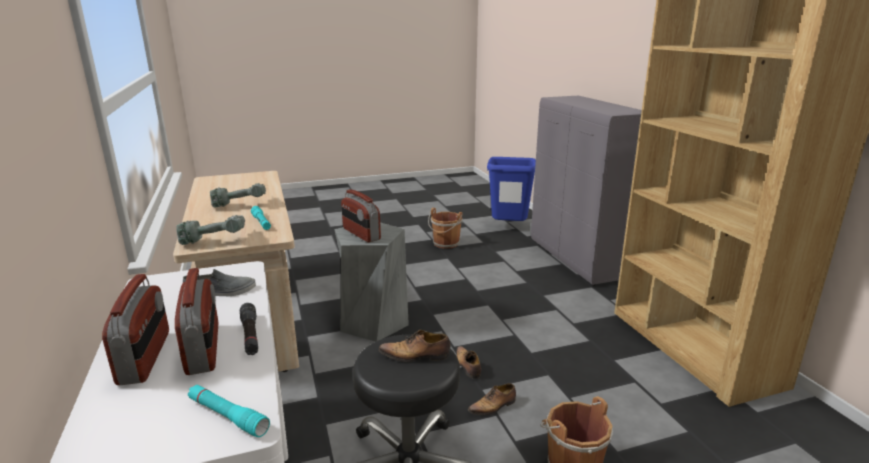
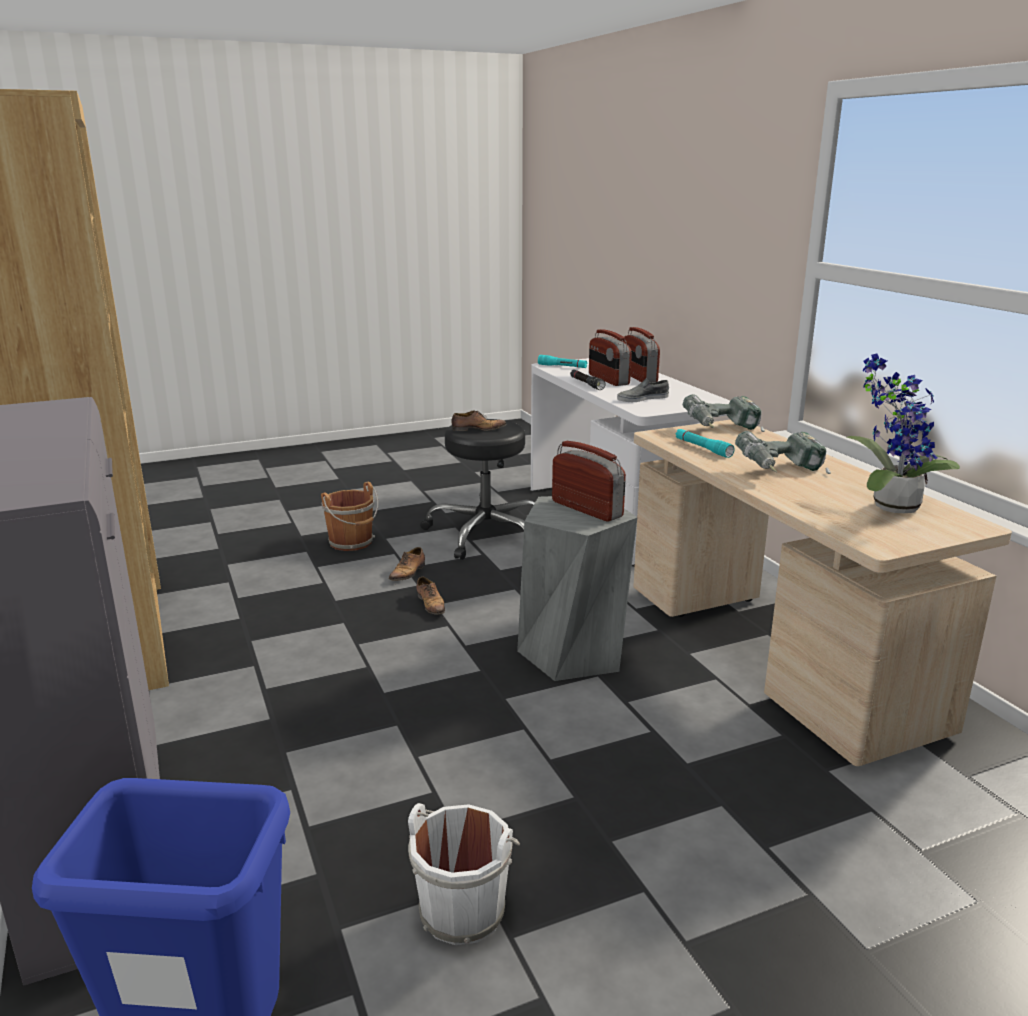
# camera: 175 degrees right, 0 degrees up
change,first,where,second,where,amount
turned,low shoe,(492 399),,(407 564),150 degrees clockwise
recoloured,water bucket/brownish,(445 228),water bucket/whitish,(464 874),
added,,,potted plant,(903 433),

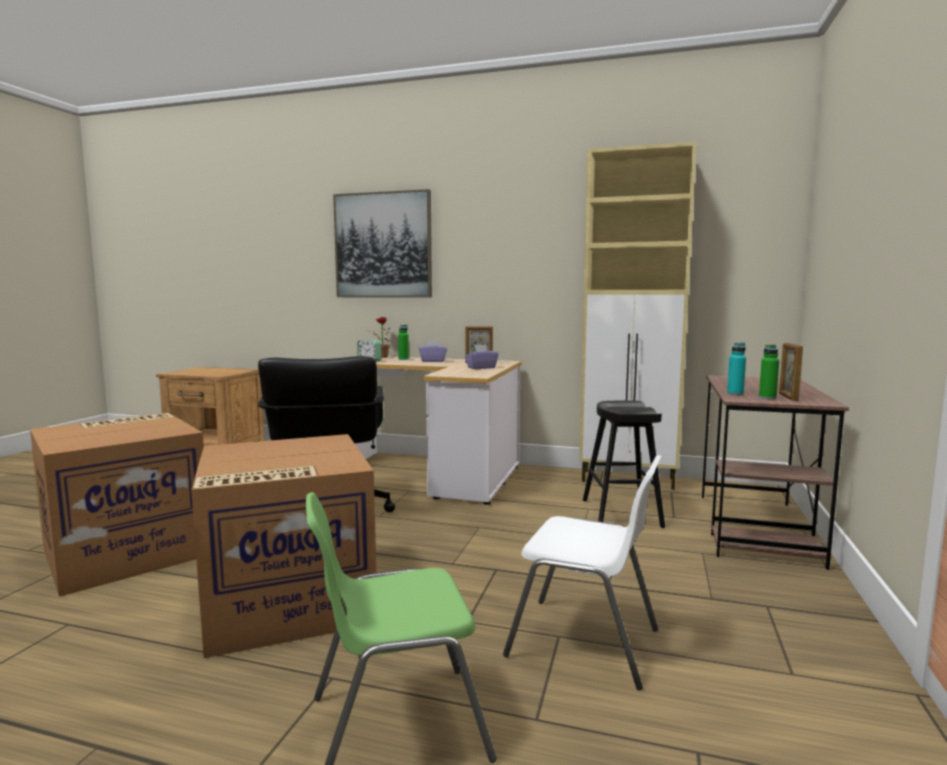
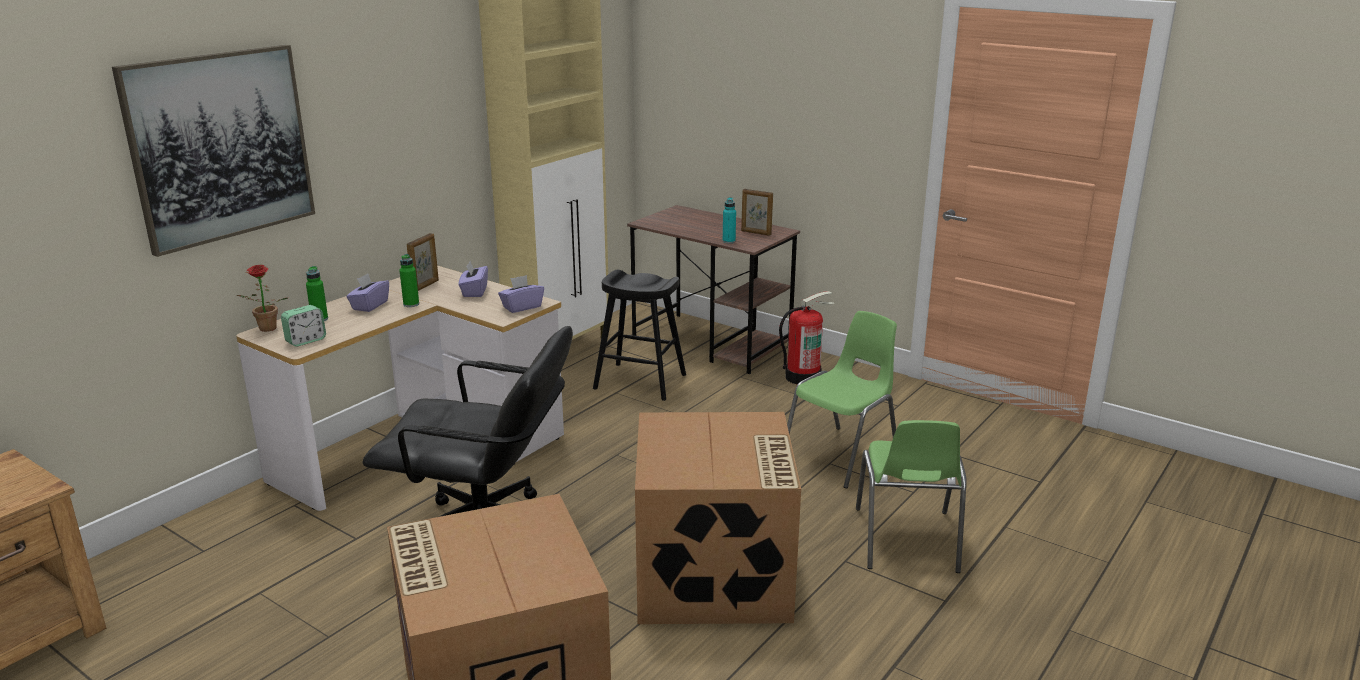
# camera: 70 degrees left, 15 degrees up
change,first,where,second,where,amount
moved,bottle/green,(769 371),,(409 280),
added,,,box of tissues/purplish,(521 294),
added,,,fire extinguisher,(807 338),
recoloured,chair/whitish,(582 572),chair/green,(842 399),

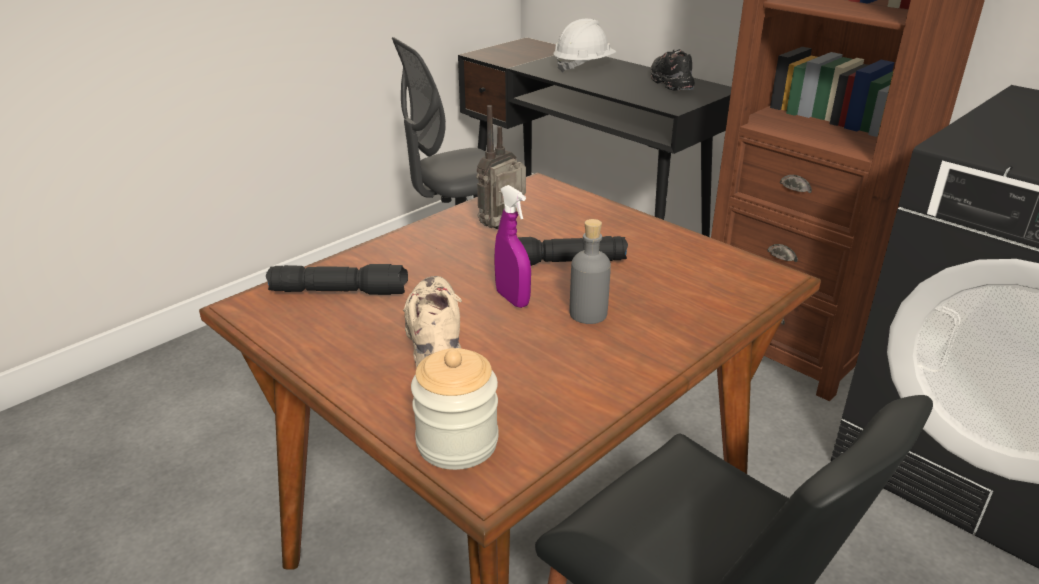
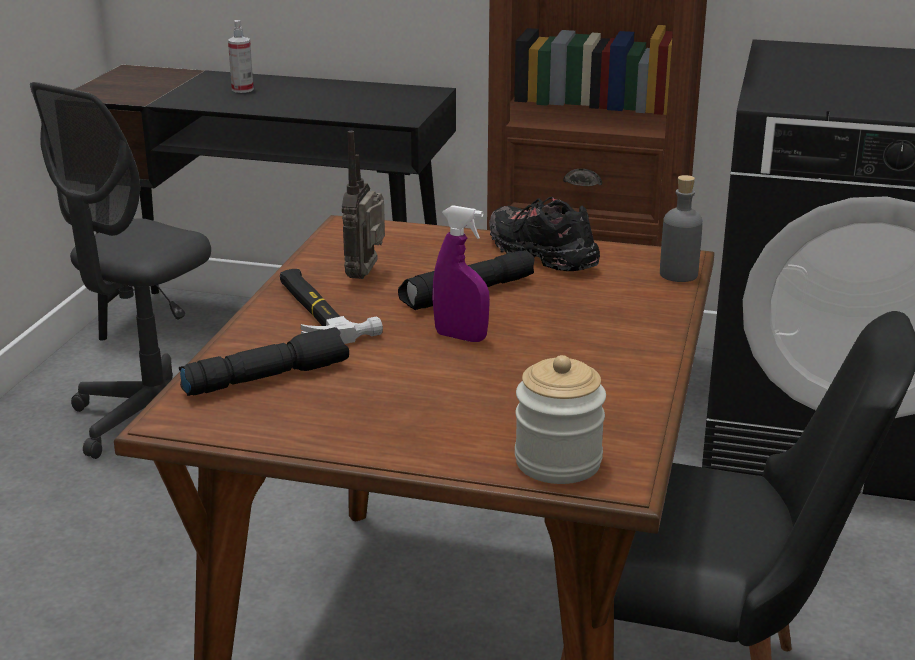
# camera: 30 degrees left, 5 degrees down
change,first,where,second,where,amount
replaced,hard hat/whitish,(585 46),hand sprayer,(241 56),
added,,,tool hammer,(331 306),
moved,low shoe/black,(673 69),,(544 234),
moved,bottle/gray,(590 271),,(681 228),
removed,low shoe/sand-coloured,(432 322),,,

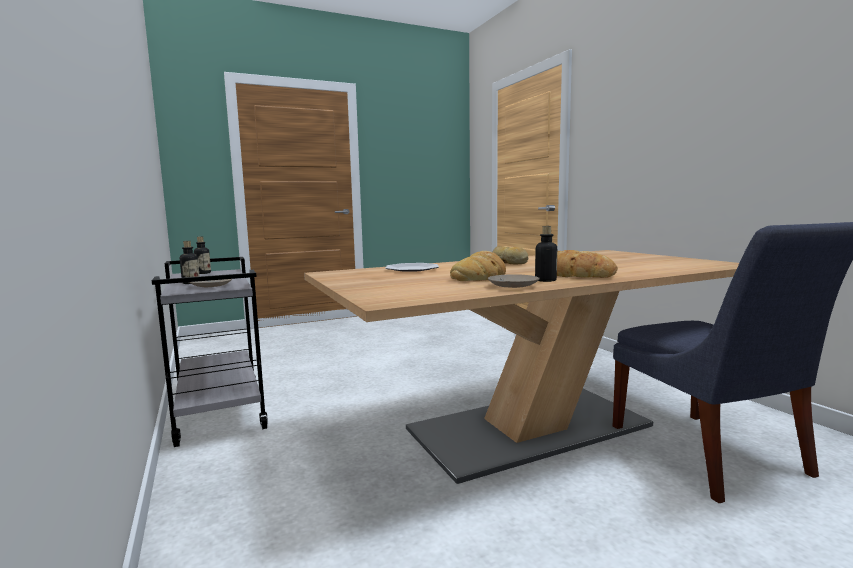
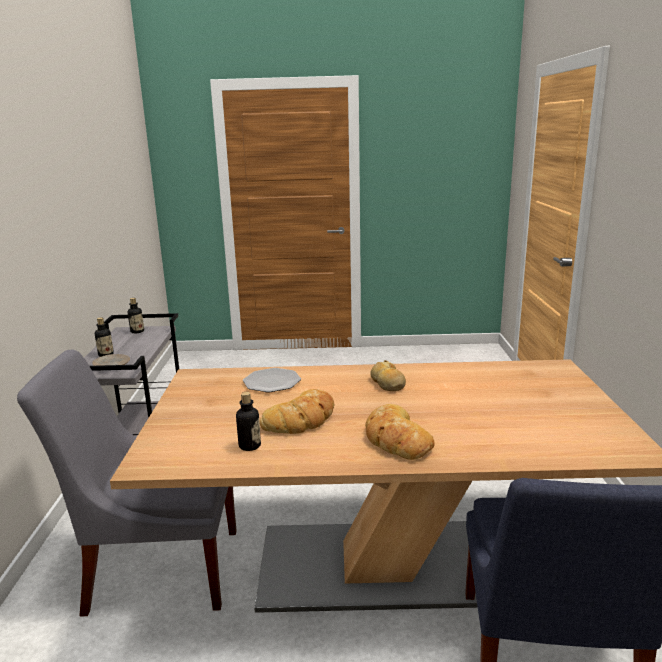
# camera: 25 degrees right, 10 degrees up
change,first,where,second,where,amount
added,,,chair/gray,(127 483),
moved,bottle,(546 254),,(248 421),
removed,dinner plate/sand-coloured,(514 281),,,

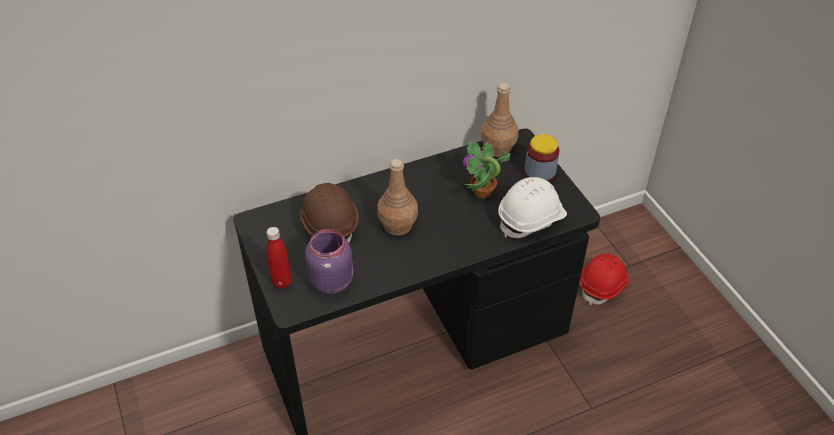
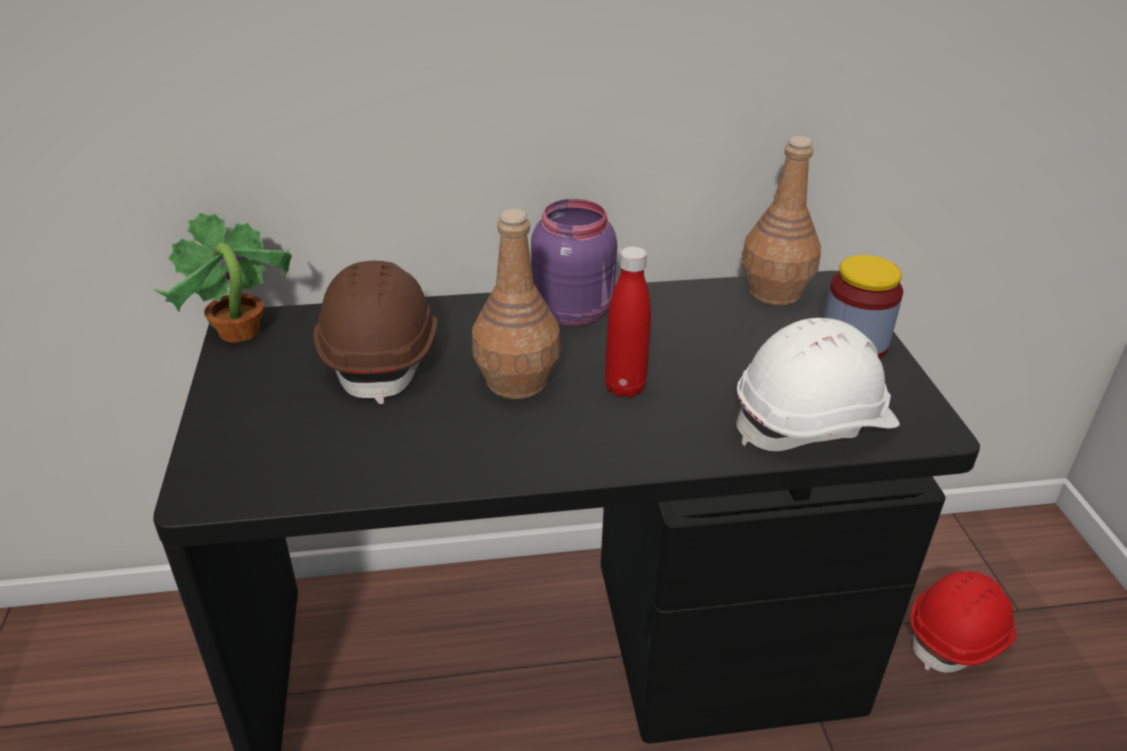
# camera: 15 degrees right, 10 degrees down
change,first,where,second,where,amount
moved,potted plant,(487 169),,(222 277),
moved,storage jar/purplish,(329 261),,(574 262),
moved,bottle/red-coloured,(279 258),,(628 322),

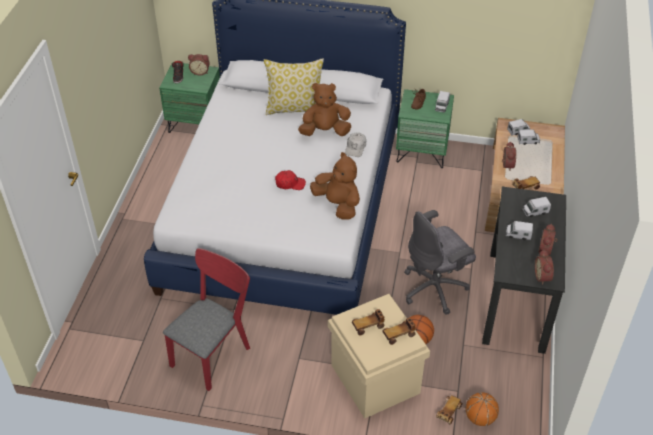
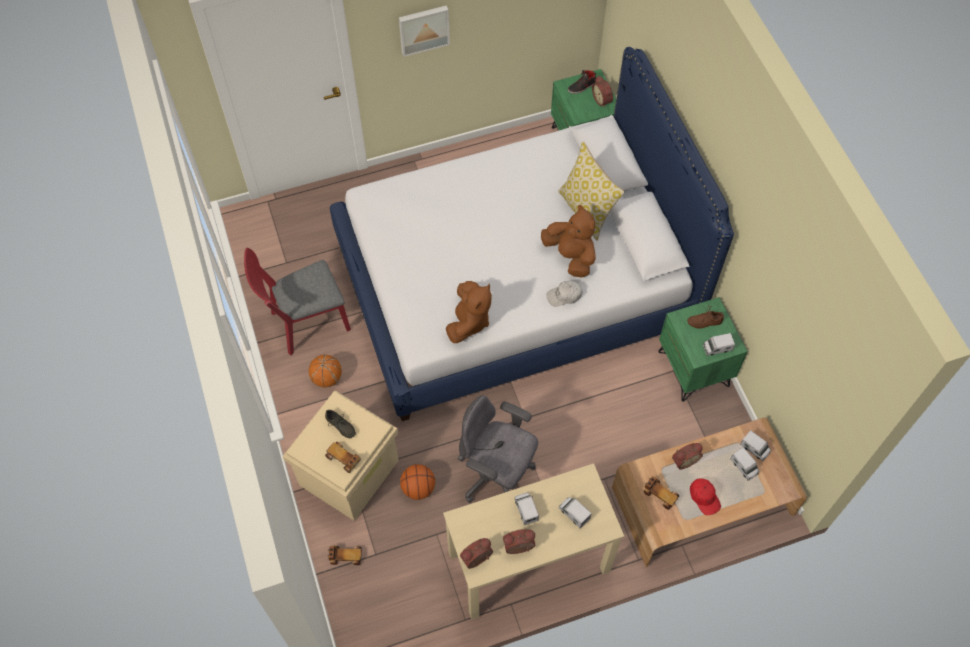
# camera: 60 degrees right, 15 degrees up
change,first,where,second,where,amount
turned,chair/red-coloured,(206 319),,(297 301),150 degrees clockwise
moved,basketball,(482 409),,(325 371),
replaced,miniature car,(368 322),low shoe/gray,(340 424),
added,,,wall picture,(424 31),
recoloured,desk table/black,(524 270),desk table/sand-coloured,(533 541),
moved,baseball cap/red-coloured,(290 180),,(705 496),

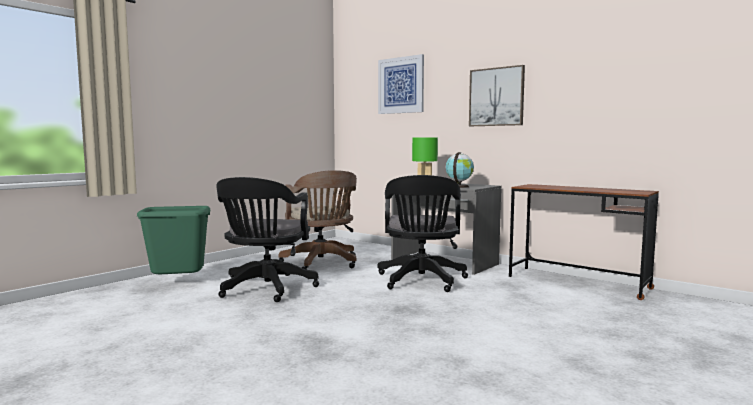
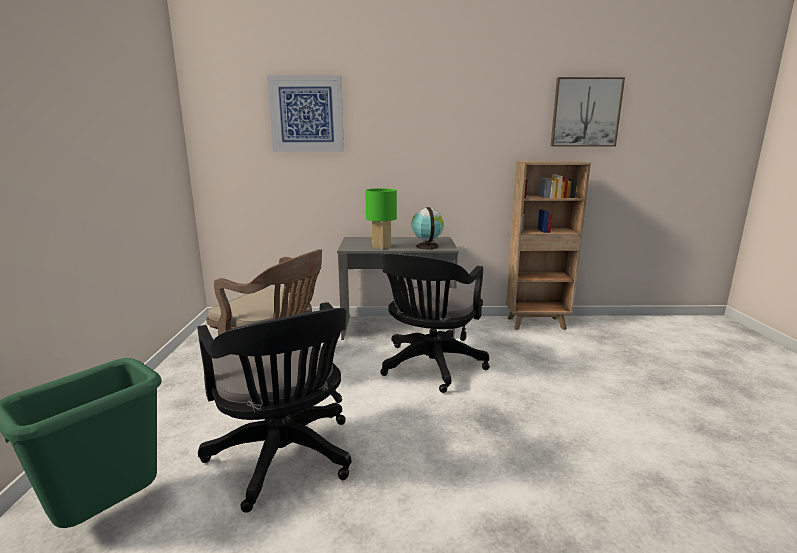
# camera: 40 degrees left, 10 degrees up
change,first,where,second,where,amount
turned,computer chair/black,(422 233),,(435 323),60 degrees clockwise
replaced,desk table/brownish,(584 242),bookshelf/brownish,(548 245),
moved,wall picture,(497 95),,(587 112),

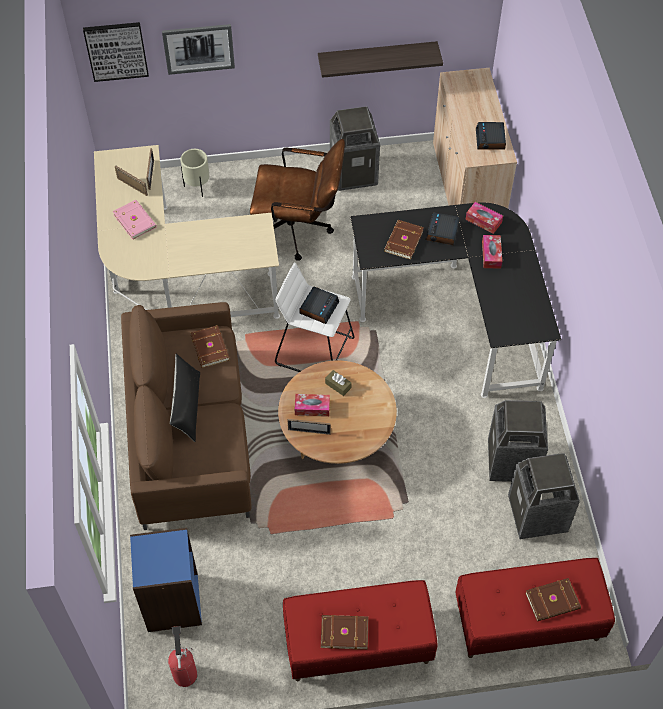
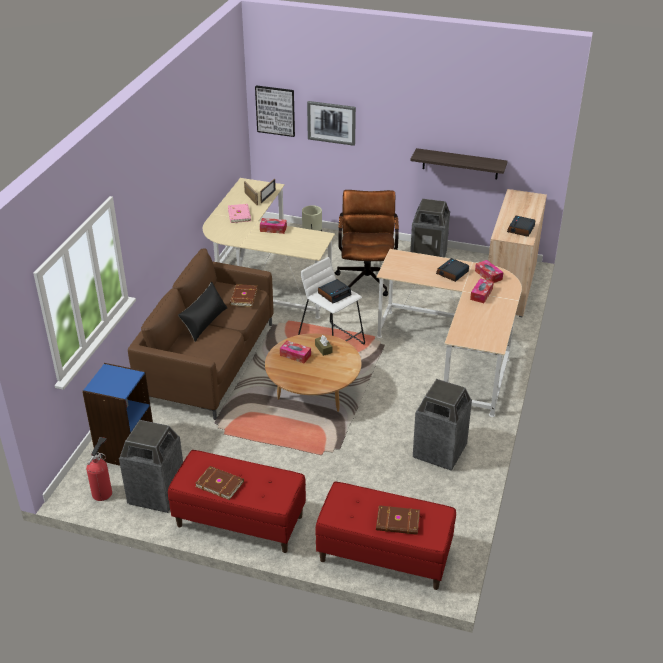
# camera: 25 degrees right, 20 degrees down
change,first,where,second,where,amount
moved,trash can,(544 496),,(151 466),
added,,,box of tissues,(273 226),
turned,computer chair/brownish,(297 200),,(367 243),120 degrees counterclockwise
recoloured,desk table/black,(455 300),desk table/sand-coloured,(449 333),
removed,standing frame,(309 427),,,
removed,bound book/brownish,(404 240),,,

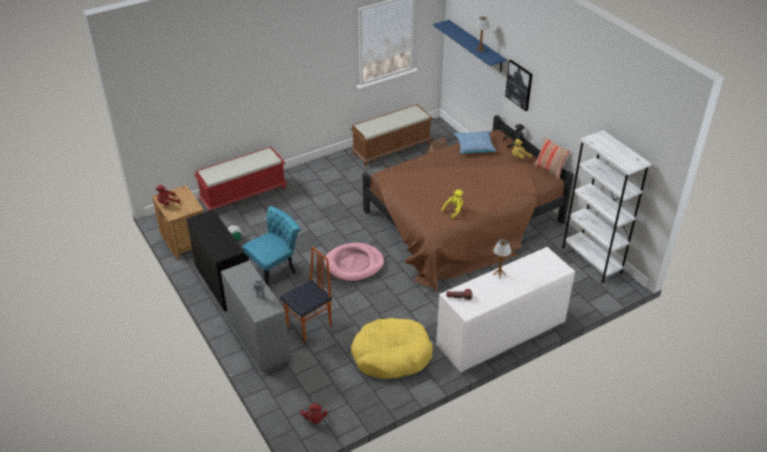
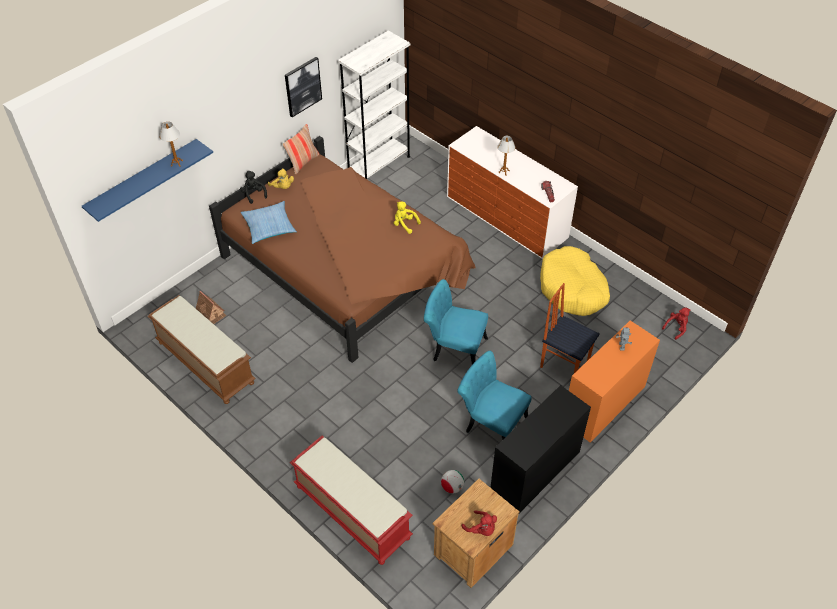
# camera: 105 degrees left, 10 degrees up
change,first,where,second,where,amount
moved,wall picture,(519 85),,(303 87),
replaced,pet bed/pink-coloured,(354 262),chair/blue-green,(456 321),
recoloured,desk table/gray,(255 316),desk table/orangey,(614 381),

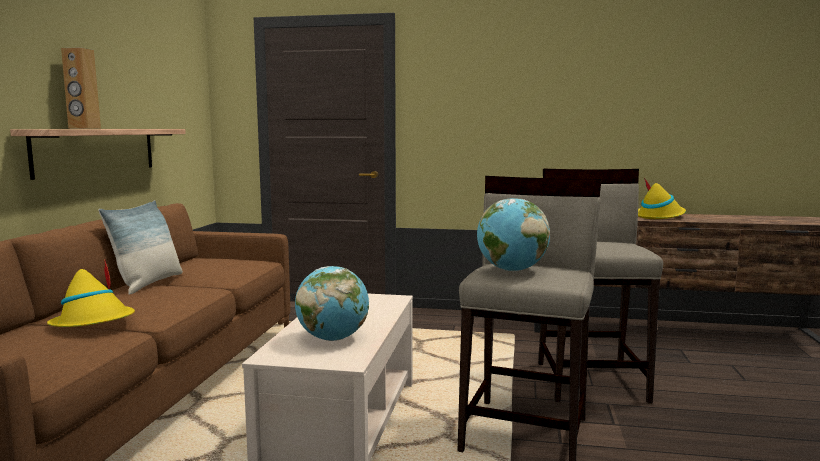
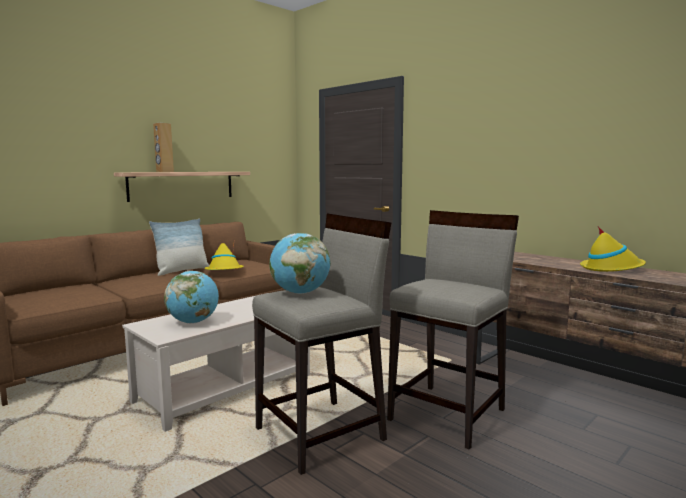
# camera: 35 degrees right, 0 degrees up
change,first,where,second,where,amount
moved,hat/yellowish,(91 293),,(224 256),

